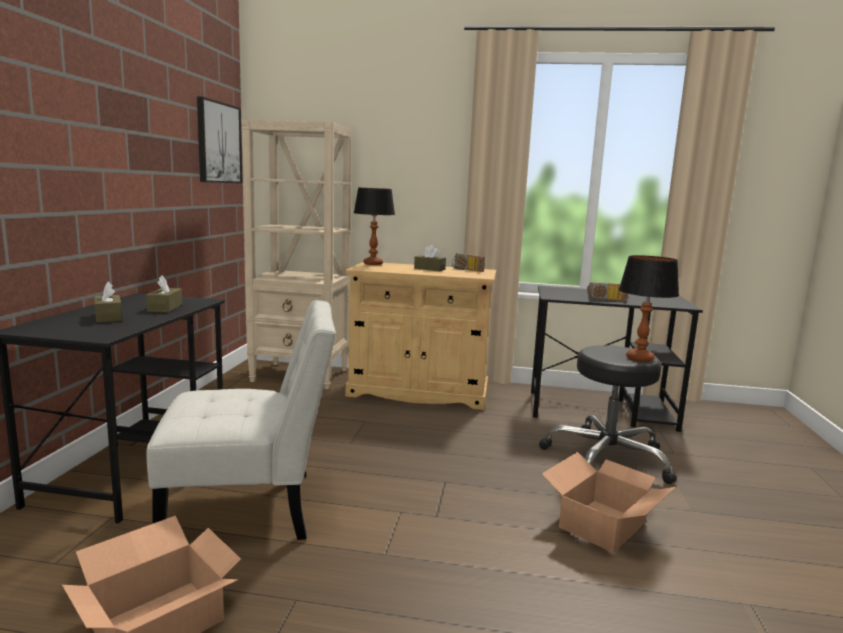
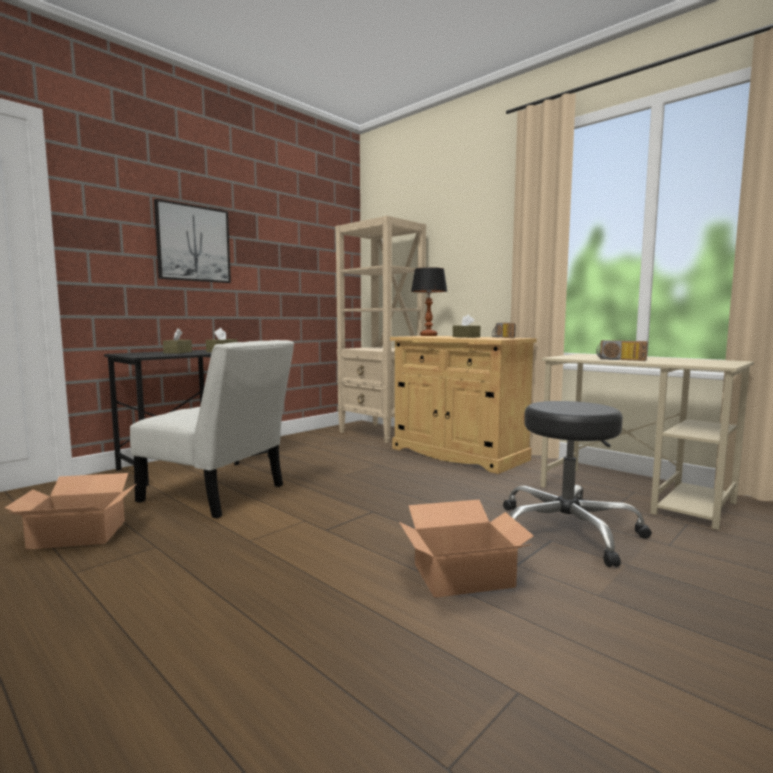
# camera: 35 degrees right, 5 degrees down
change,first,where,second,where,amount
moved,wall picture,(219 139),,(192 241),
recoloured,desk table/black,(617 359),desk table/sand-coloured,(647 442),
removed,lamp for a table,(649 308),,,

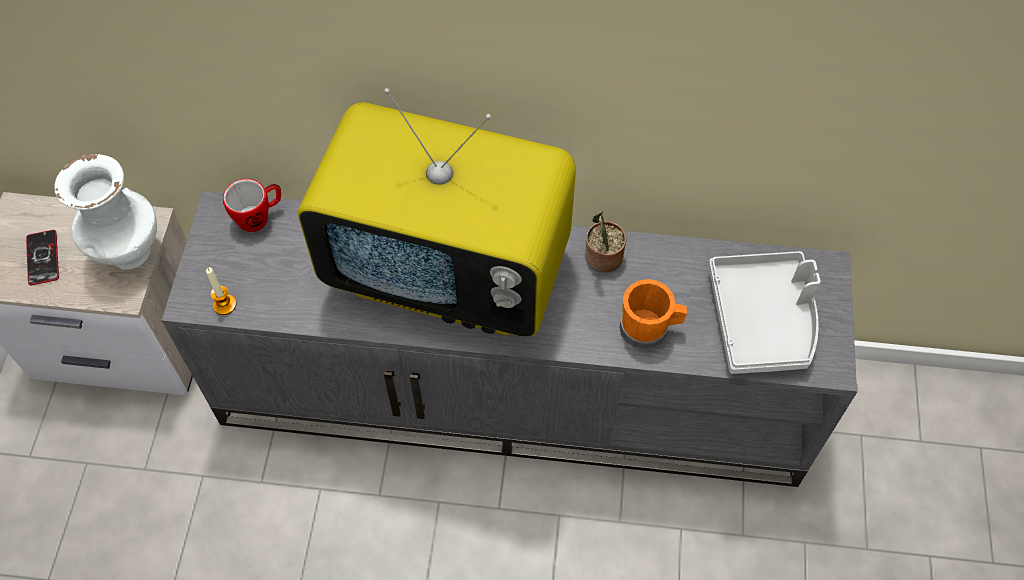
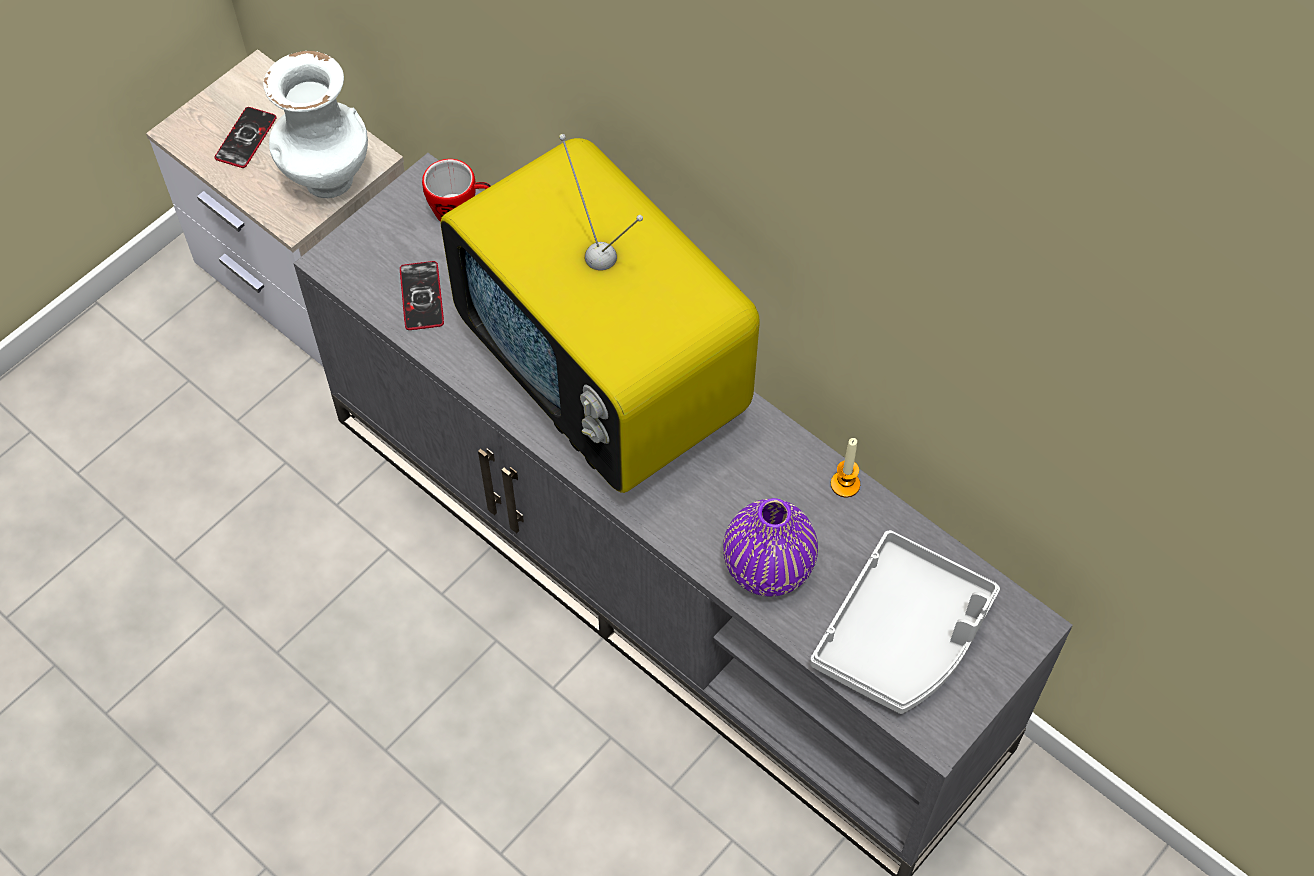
# camera: 35 degrees right, 0 degrees up
change,first,where,second,where,amount
added,,,phone,(422 295),
replaced,tea mug/orangey,(653 314),vase/purplish,(770 547),
moved,wax light,(221 291),,(845 467),
removed,potted plant,(605 241),,,

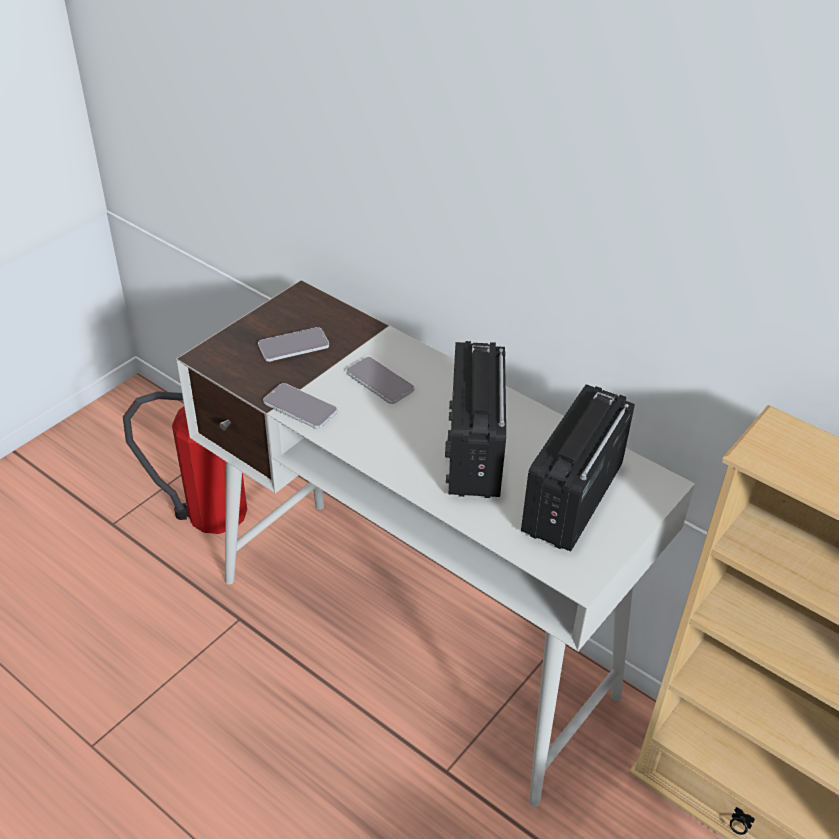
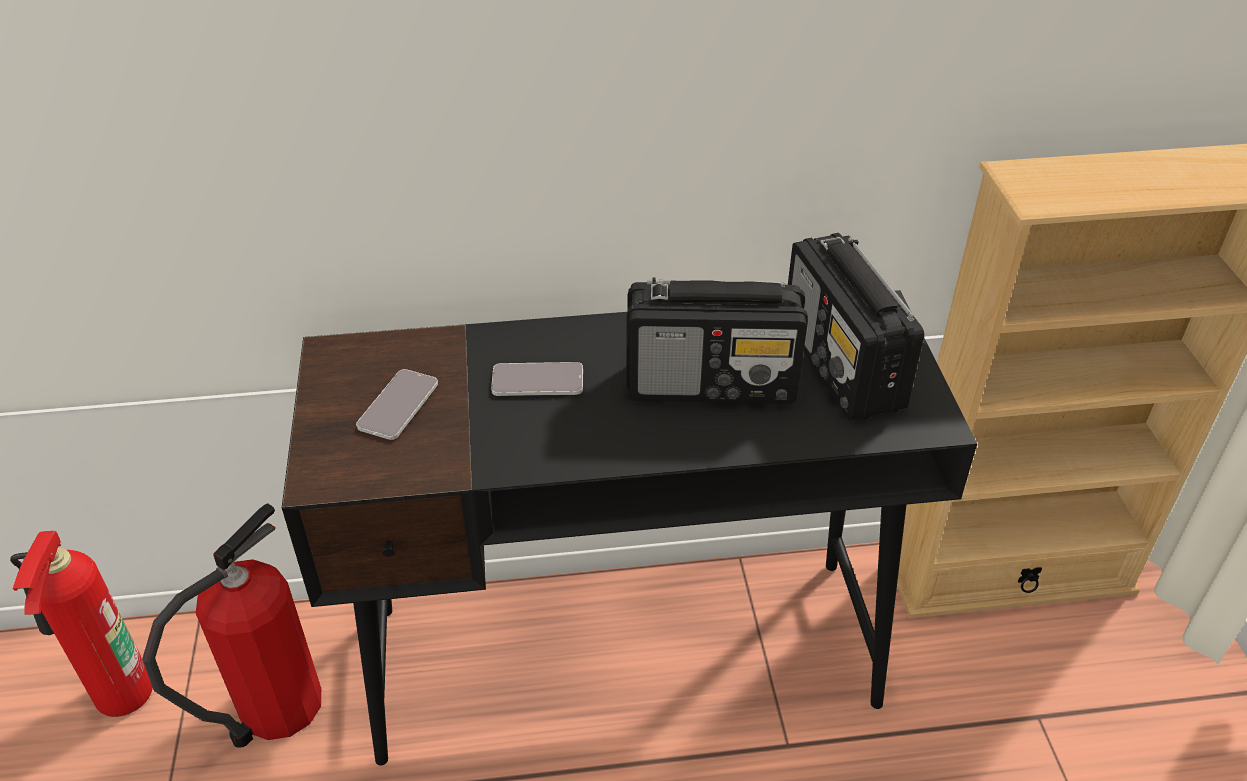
# camera: 45 degrees left, 0 degrees up
change,first,where,second,where,amount
added,,,fire extinguisher,(81 624),
recoloured,desk table/whitish,(435 543),desk table/black,(629 527),
turned,radio receiver,(475 419),,(717 340),45 degrees counterclockwise
removed,phone,(300 406),,,

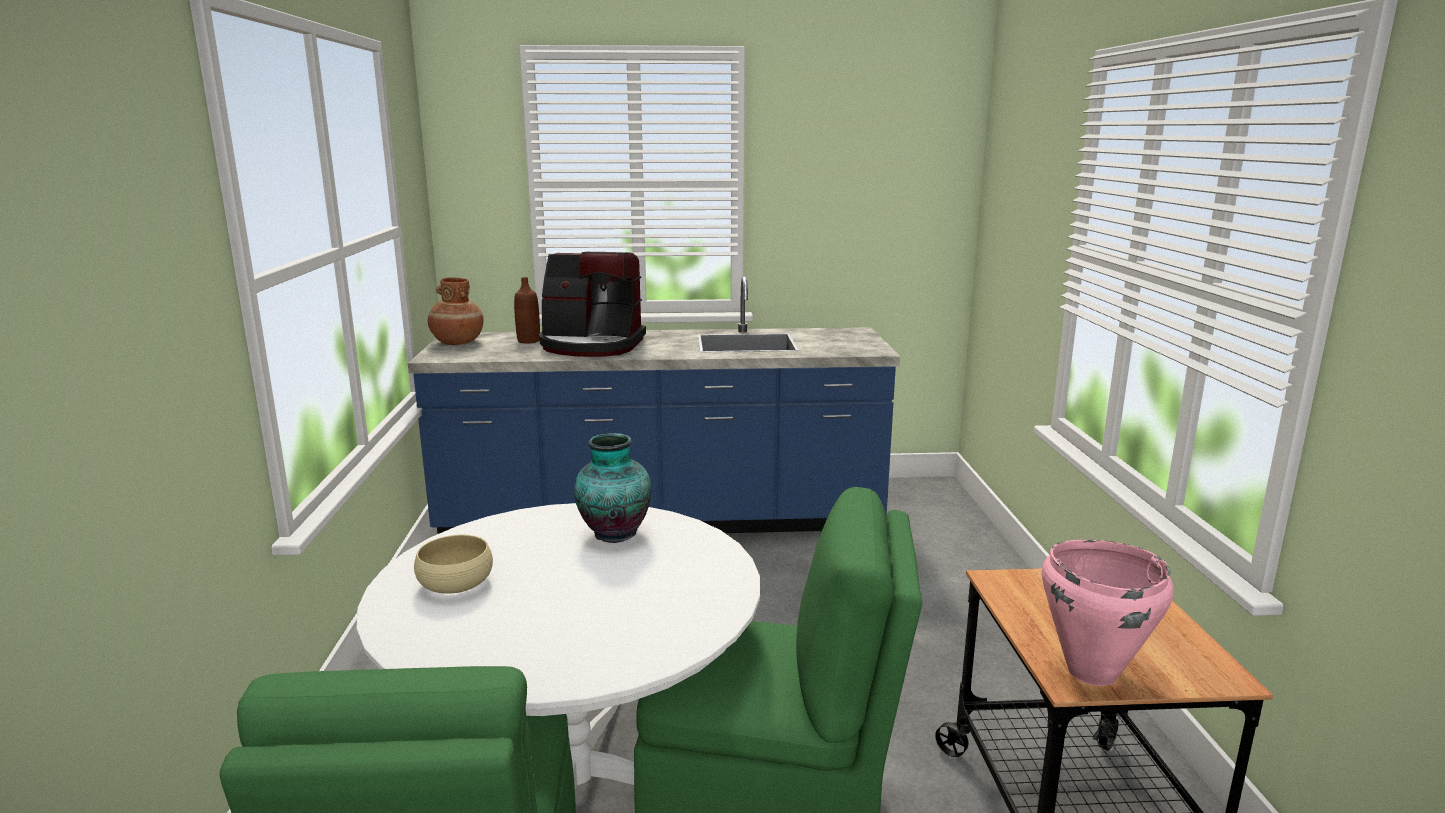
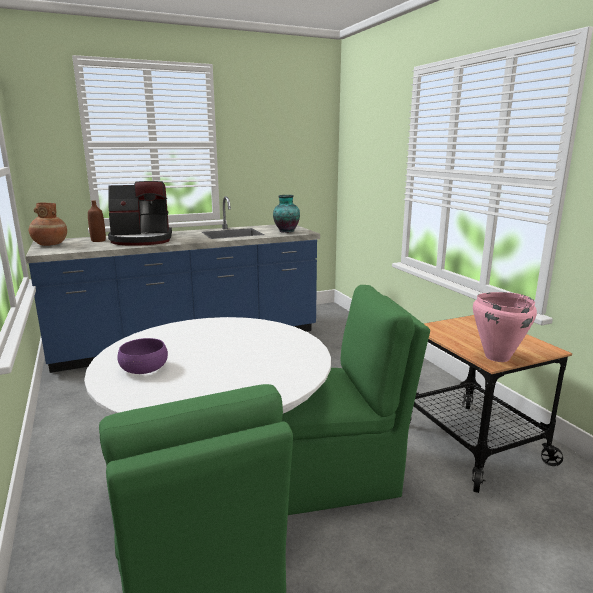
# camera: 20 degrees left, 0 degrees up
change,first,where,second,where,amount
recoloured,serving bowl/sand-coloured,(453 564),serving bowl/purplish,(142 356),
moved,vase,(613 488),,(286 214),

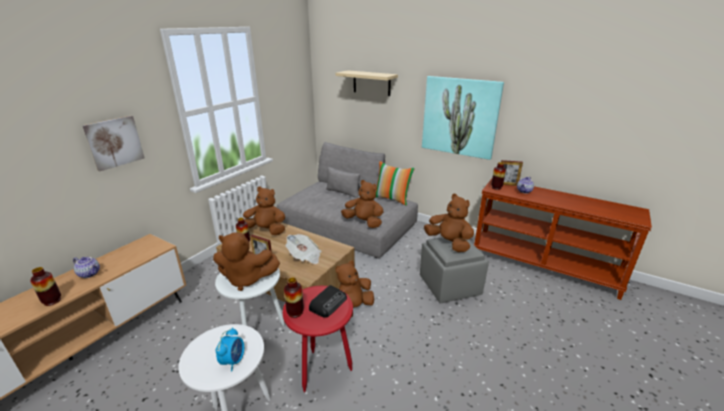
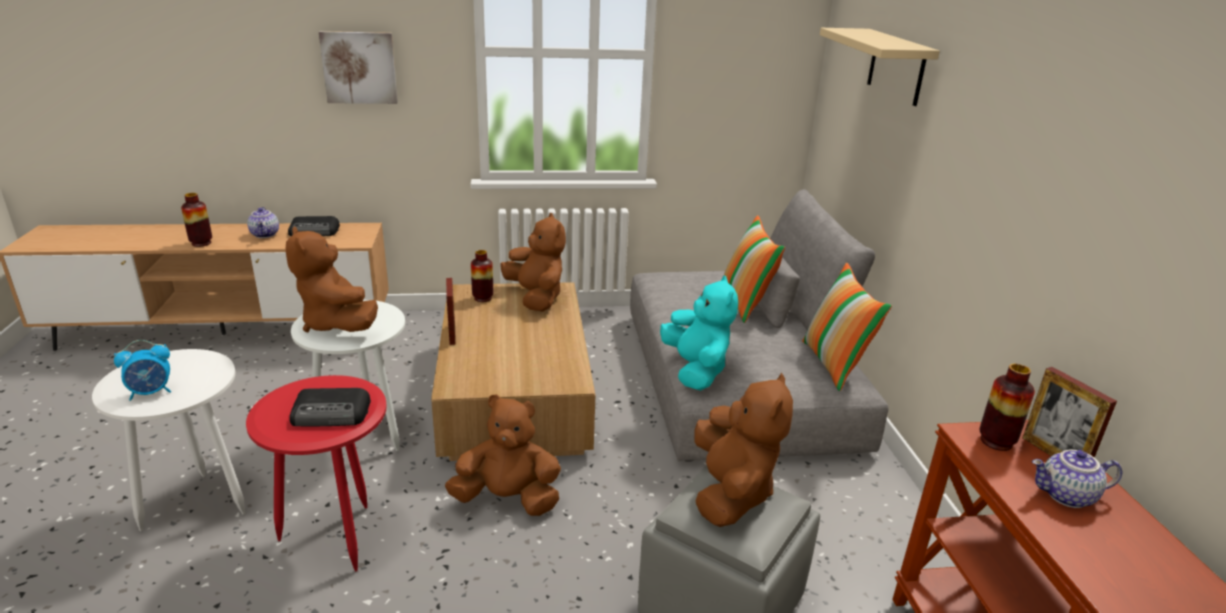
# camera: 50 degrees right, 0 degrees up
change,first,where,second,where,amount
added,,,radio receiver,(314 226),
recoloured,soft toy/brownish,(362 204),soft toy/blue-green,(699 333),
added,,,pillow,(754 269),
removed,vase,(294 297),,,
removed,printed paper,(303 249),,,
removed,wall picture,(463 118),,,

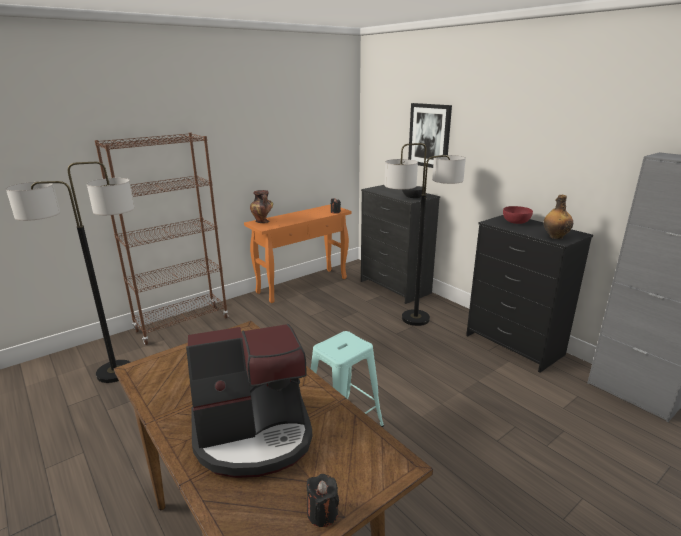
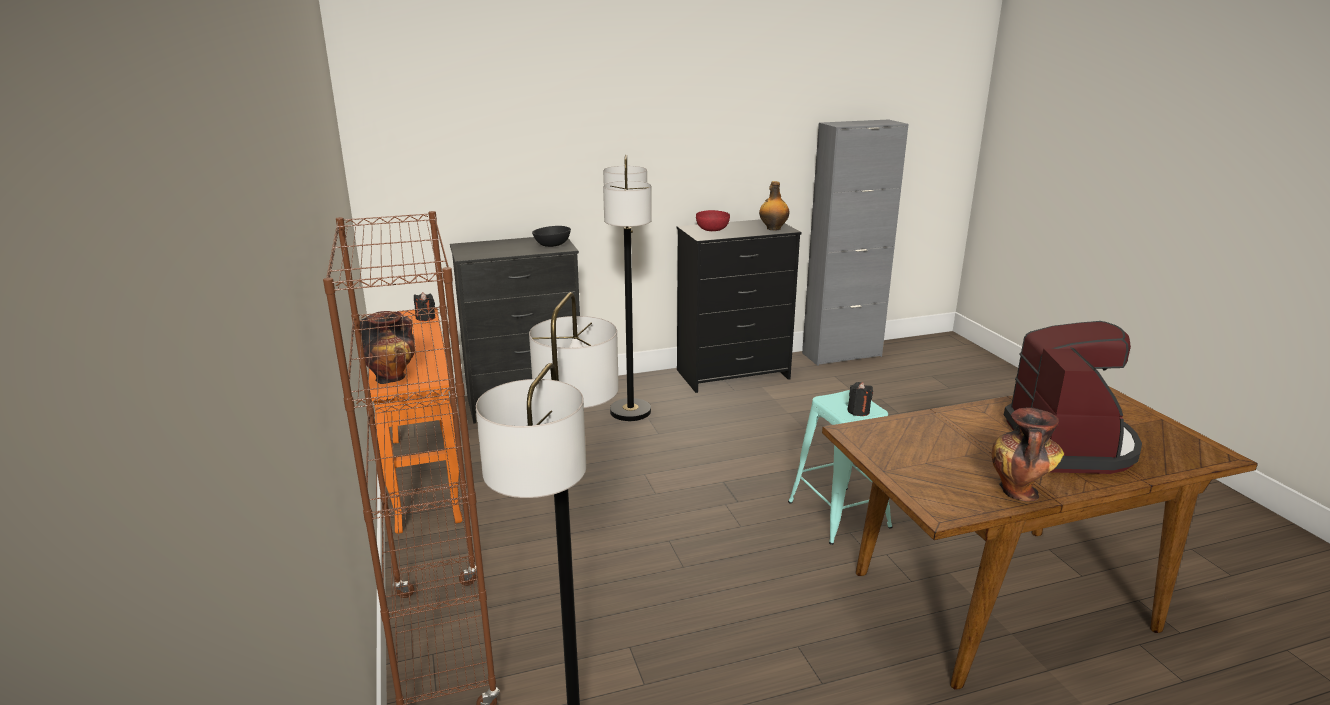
# camera: 70 degrees left, 0 degrees up
change,first,where,second,where,amount
moved,wax light/black,(323 500),,(860 399),
added,,,vase,(1028 454),
removed,wall picture,(430 135),,,

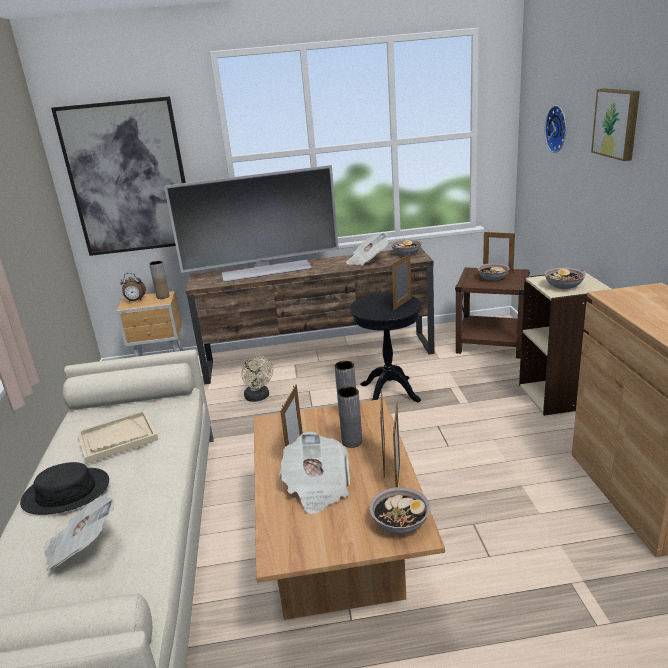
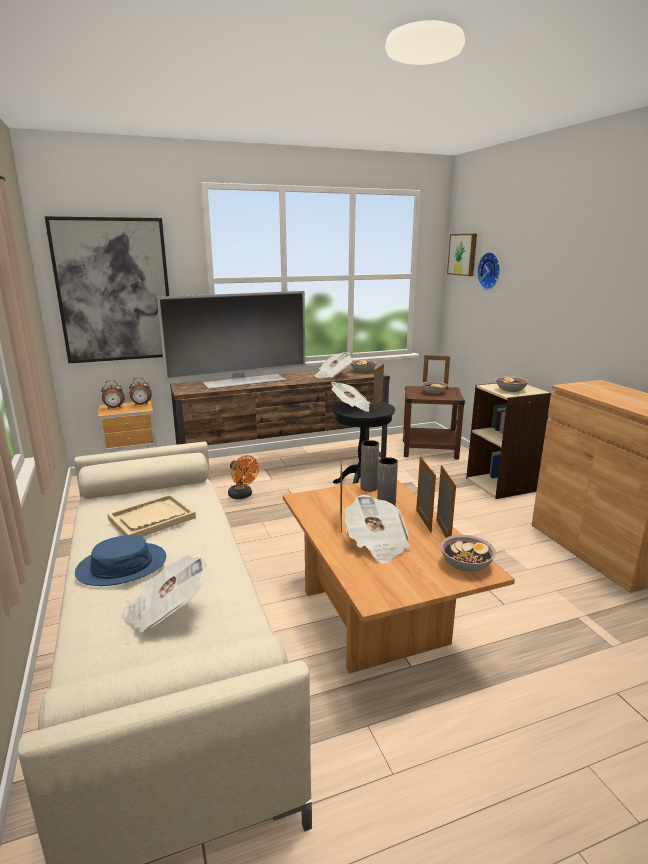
# camera: 15 degrees left, 5 degrees down
change,first,where,second,where,amount
recoloured,hat/black,(64 488),hat/blue-coloured,(120 560),
replaced,vase/brownish,(159 280),table clock,(140 392),
recoloured,fan/sand-coloured,(257 379),fan/orangey,(243 477),
added,,,printed paper,(350 397),
moved,wall picture,(615 124),,(462 255),

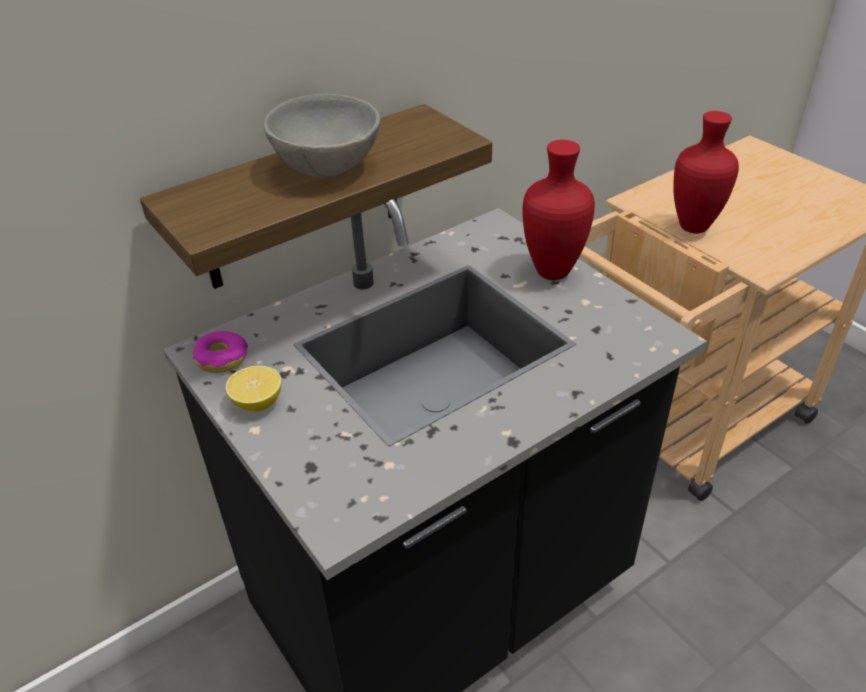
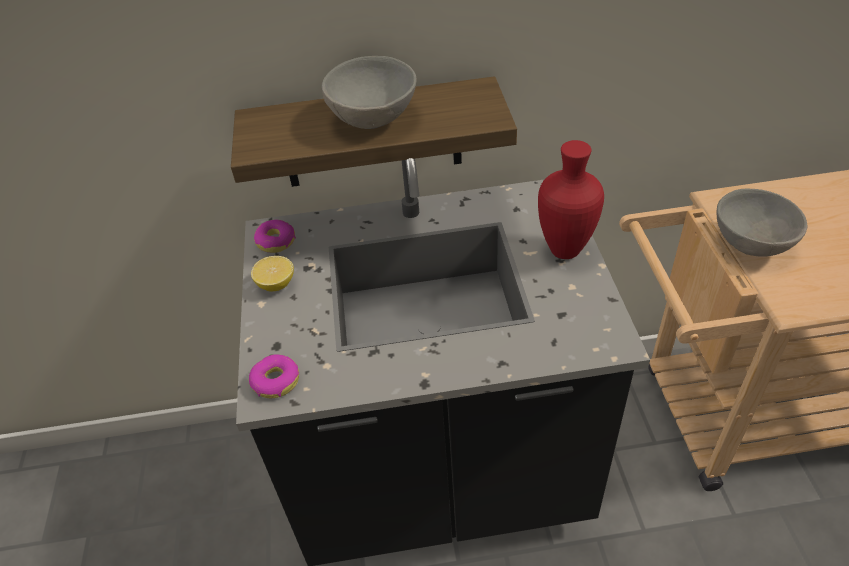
# camera: 30 degrees right, 5 degrees up
change,first,where,second,where,amount
added,,,donut,(274 376),
replaced,vase/red-coloured,(706 172),serving bowl/gray,(762 223),

